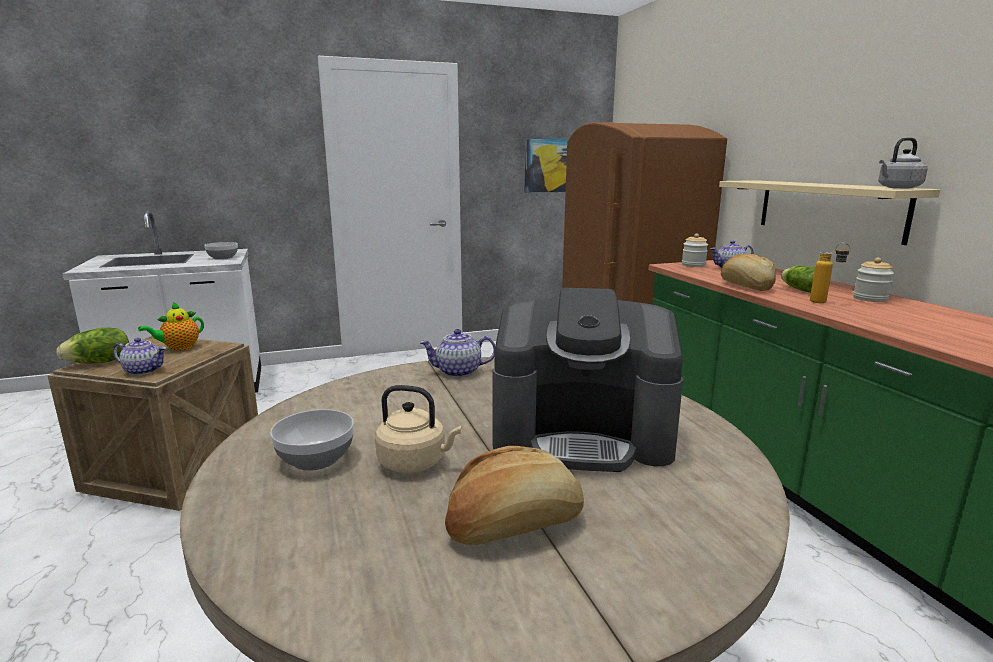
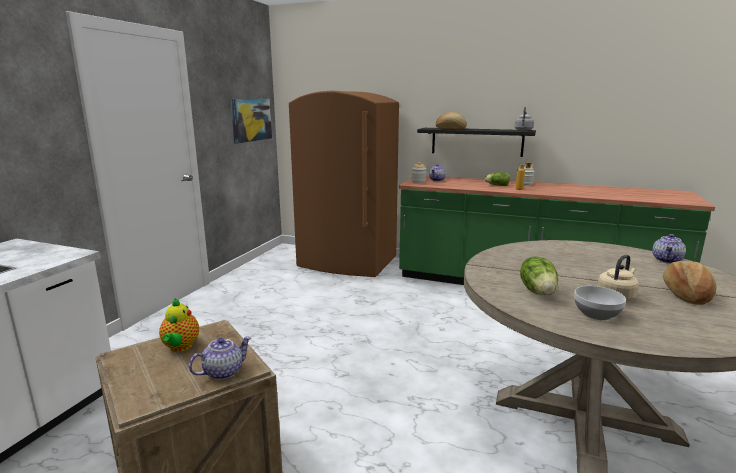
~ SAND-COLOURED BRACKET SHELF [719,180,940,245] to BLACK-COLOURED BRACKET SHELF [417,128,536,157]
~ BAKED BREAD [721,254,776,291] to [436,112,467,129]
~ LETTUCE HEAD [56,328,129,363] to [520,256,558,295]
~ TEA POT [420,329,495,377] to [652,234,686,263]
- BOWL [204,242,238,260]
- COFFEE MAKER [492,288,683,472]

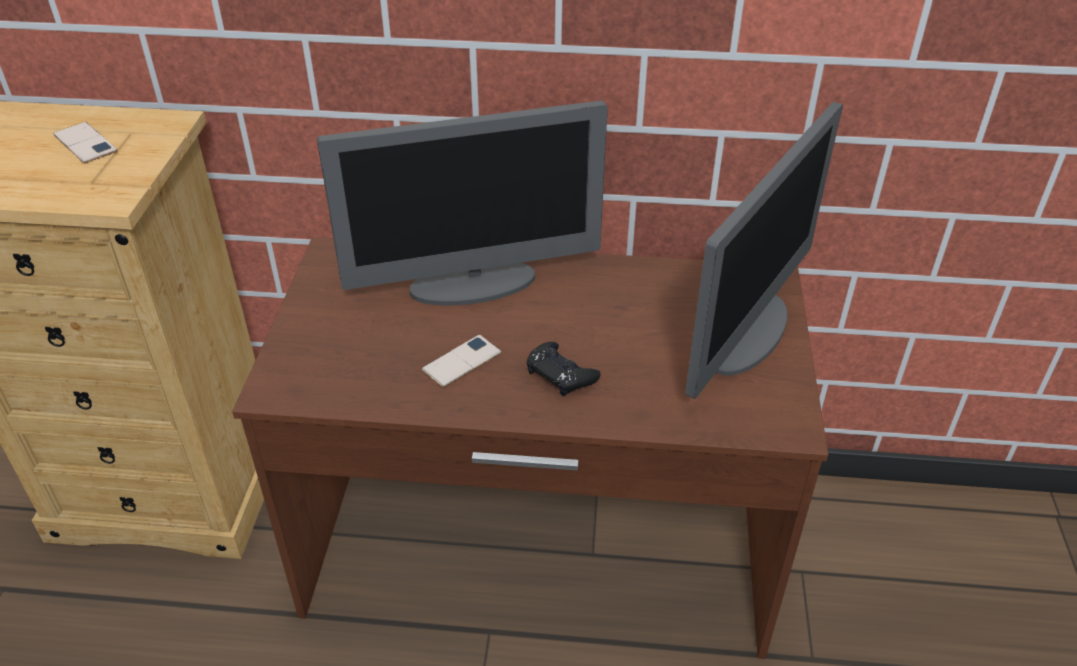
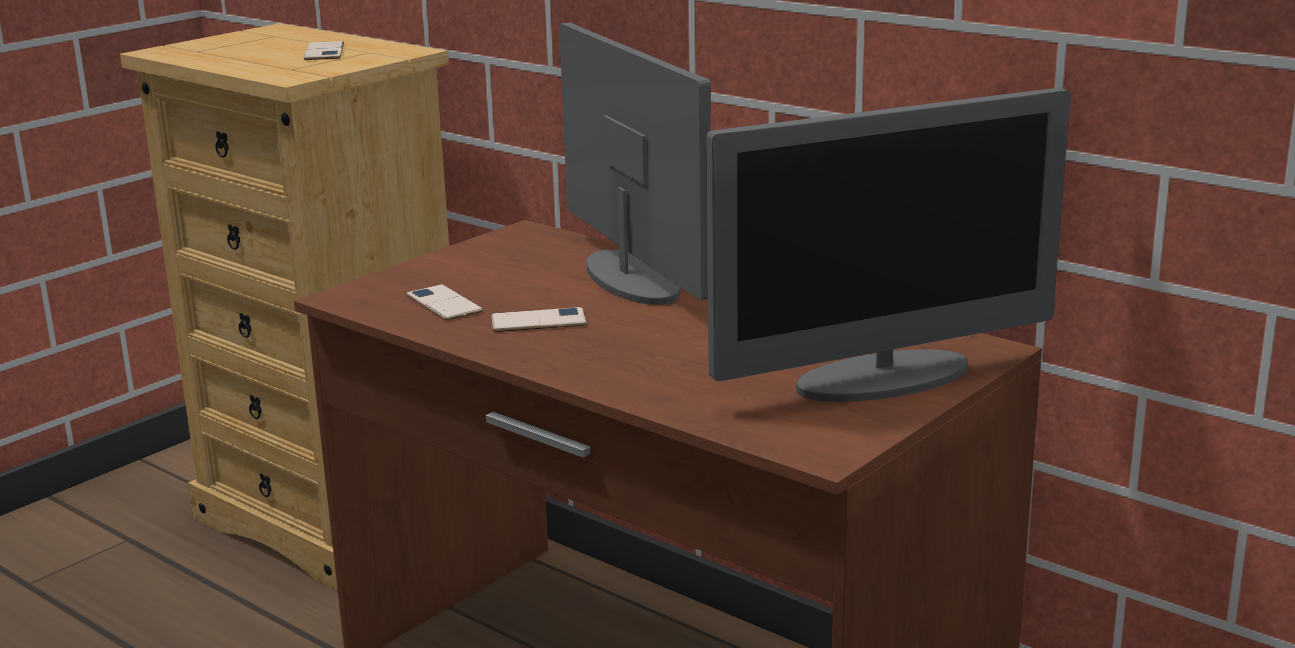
+ HANDSET [406,284,483,320]
~ COMPUTER SCREEN [317,100,608,306] = [559,22,711,305] 135 degrees counterclockwise
- BLACK-COLOURED GAME CONTROLLER [526,342,600,396]

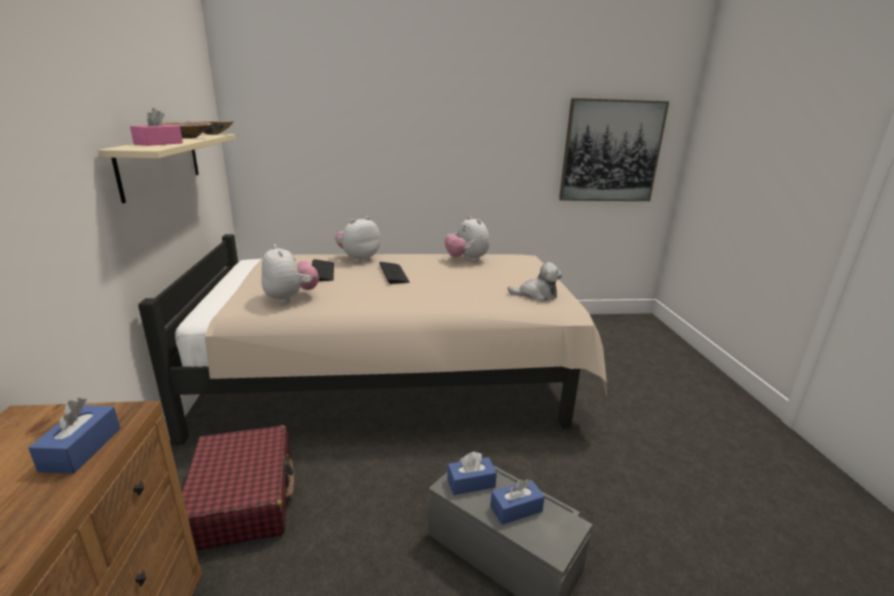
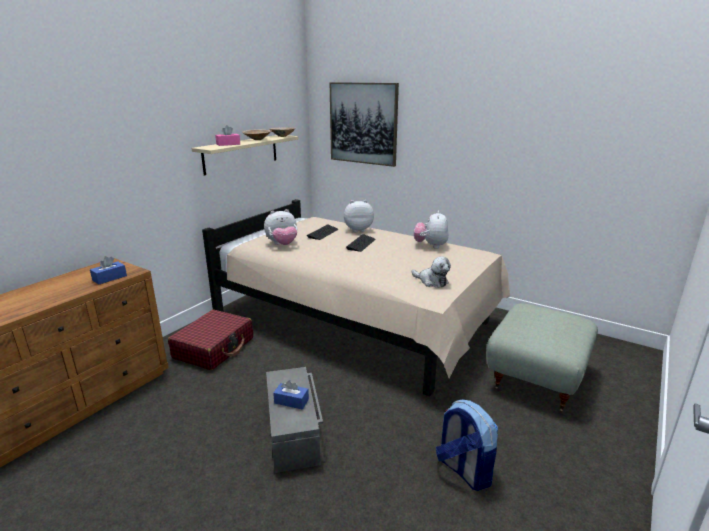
~ PLUSH TOY [261,244,319,304] = [264,209,297,245] 60 degrees clockwise
~ PICTURE [559,98,669,201] to [330,82,399,167]
+ BACKPACK [436,399,498,491]
+ GREY POUFFE [486,303,598,412]
- BLUISH TISSUE HOLDER [447,452,497,495]

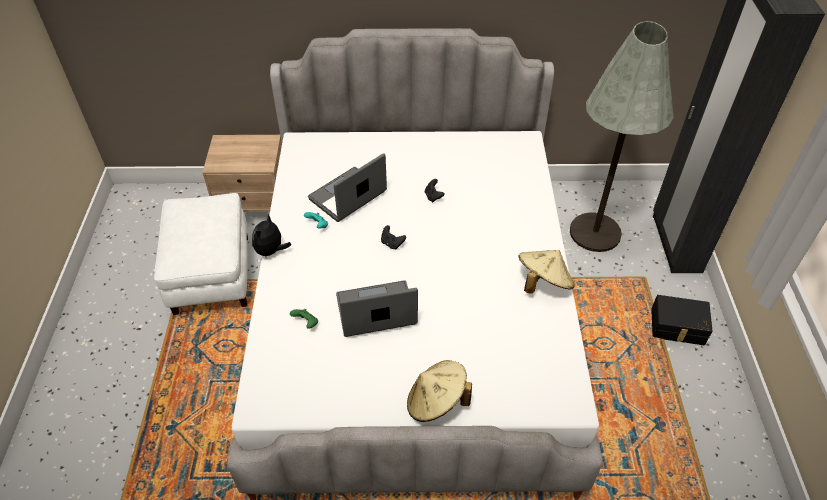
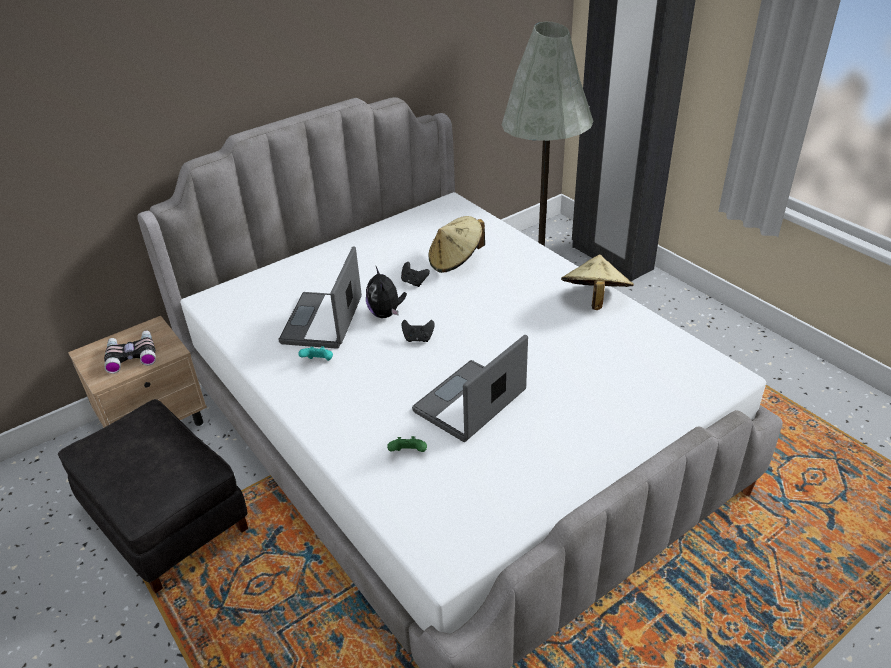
~ WHITE POUFFE [154,193,248,315] to BLACK-COLOURED POUFFE [58,399,248,593]
+ PAIR OF BINOCULARS [104,330,156,374]
~ PLUSH TOY [252,214,291,259] to [366,267,407,318]
~ SAND-COLOURED CLOTHING HAT [407,360,472,422] to [429,216,485,273]
- BLACK-COLOURED STORAGE CONTAINER [651,295,712,345]

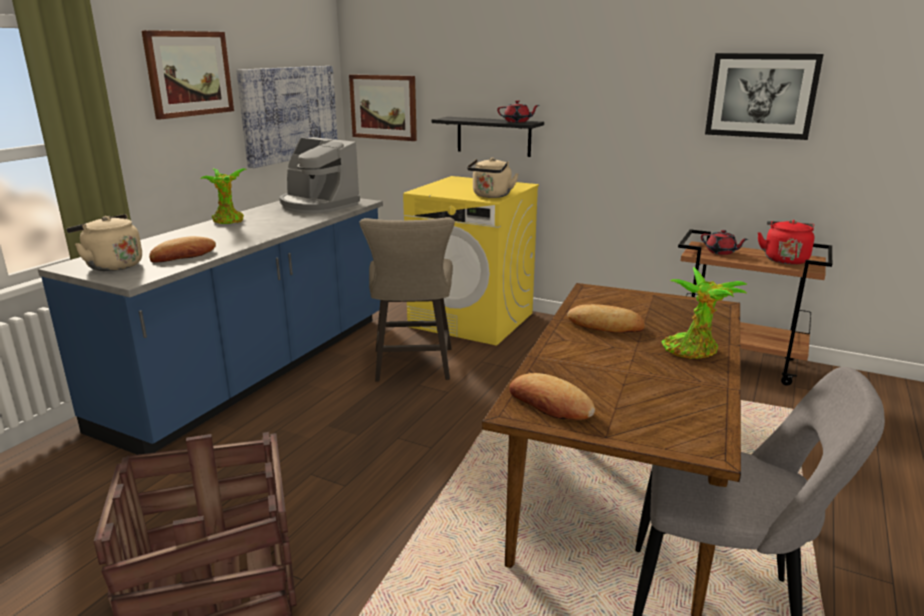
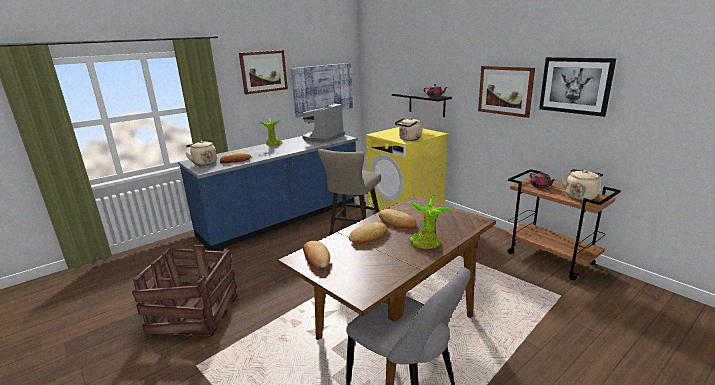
~ COFFEE MAKER [279,137,360,214] = [302,103,345,144] 60 degrees clockwise
+ BAKED BREAD [349,222,388,243]
~ PICTURE [349,74,417,141] to [478,66,535,118]
~ REDDISH KETTLE [757,220,815,265] to SAND-COLOURED KETTLE [561,169,603,200]

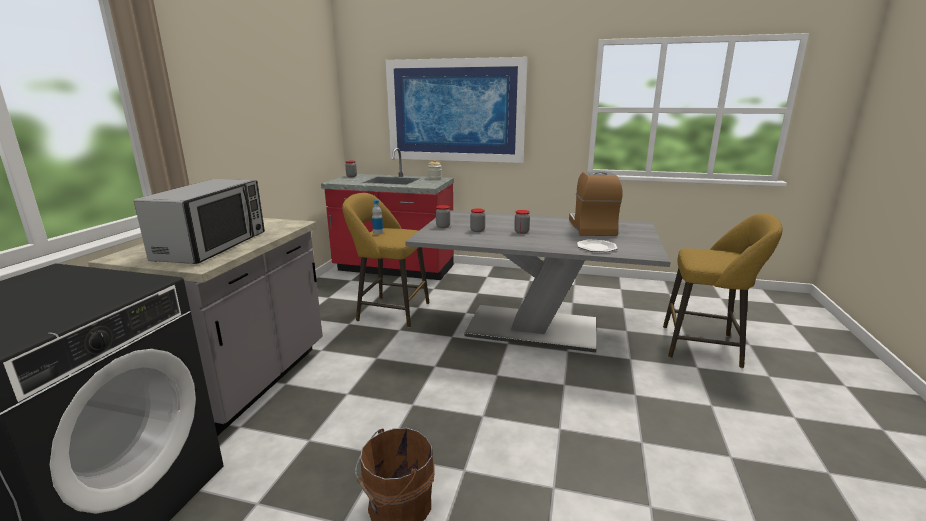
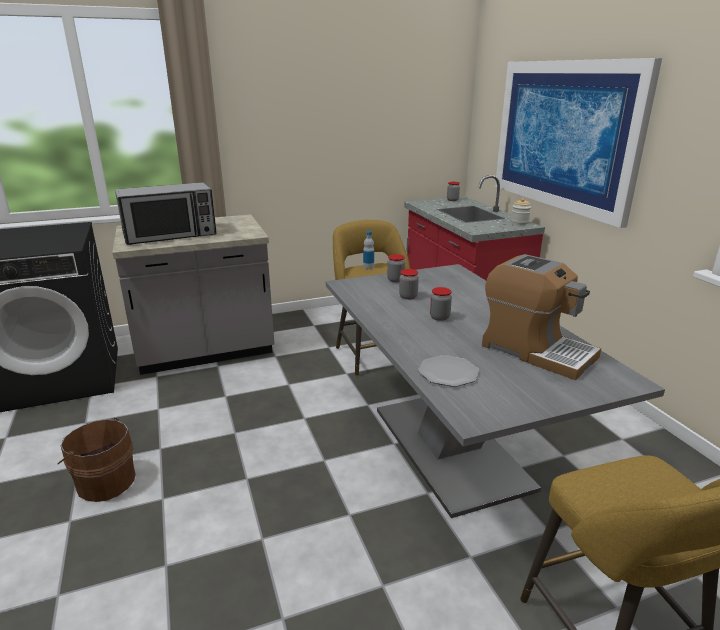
~ COFFEE MAKER [569,171,623,236] = [482,254,601,380] 75 degrees clockwise

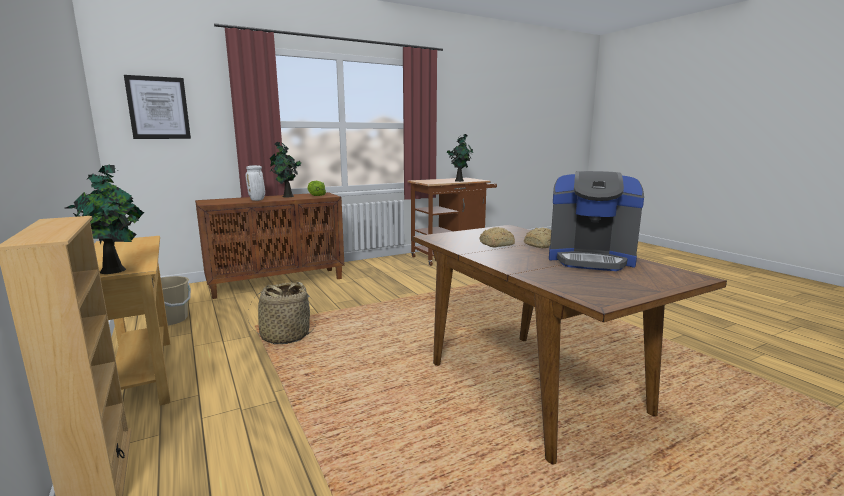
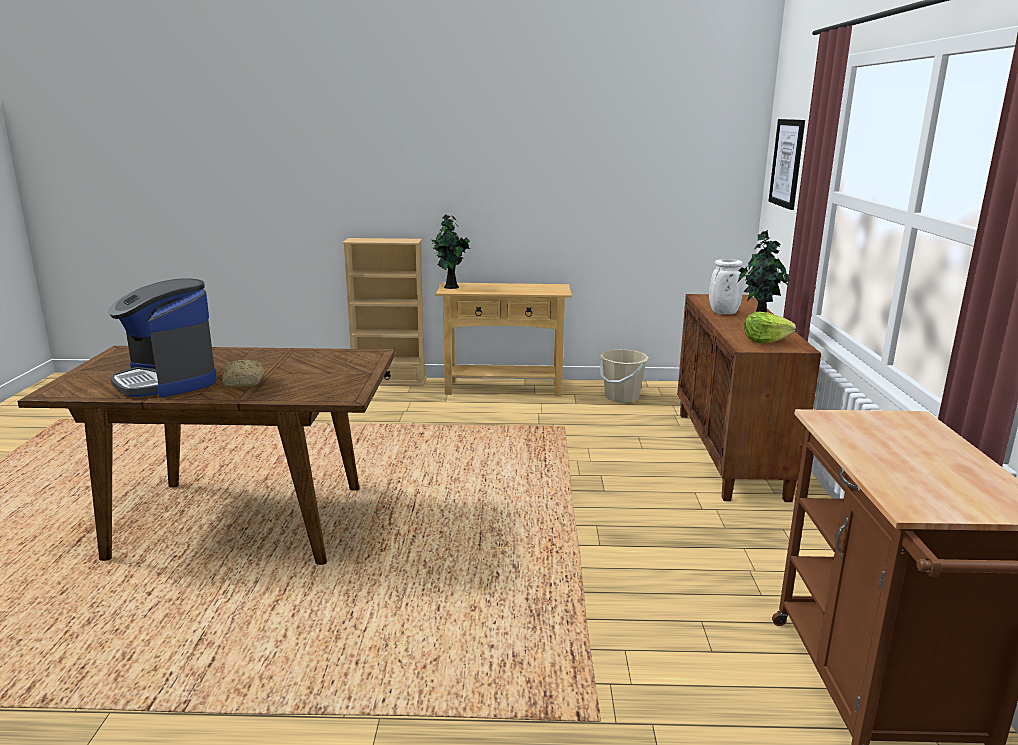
~ COFFEE MAKER [549,171,644,271] = [108,278,217,397] 90 degrees counterclockwise
- STORAGE BASKET [248,282,316,344]
- POTTED PLANT [446,134,473,182]
- BAKED BREAD [479,227,515,247]

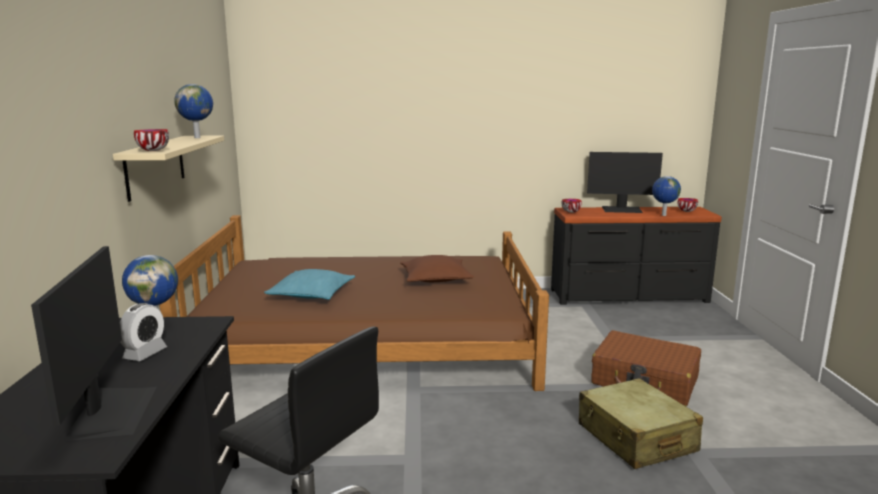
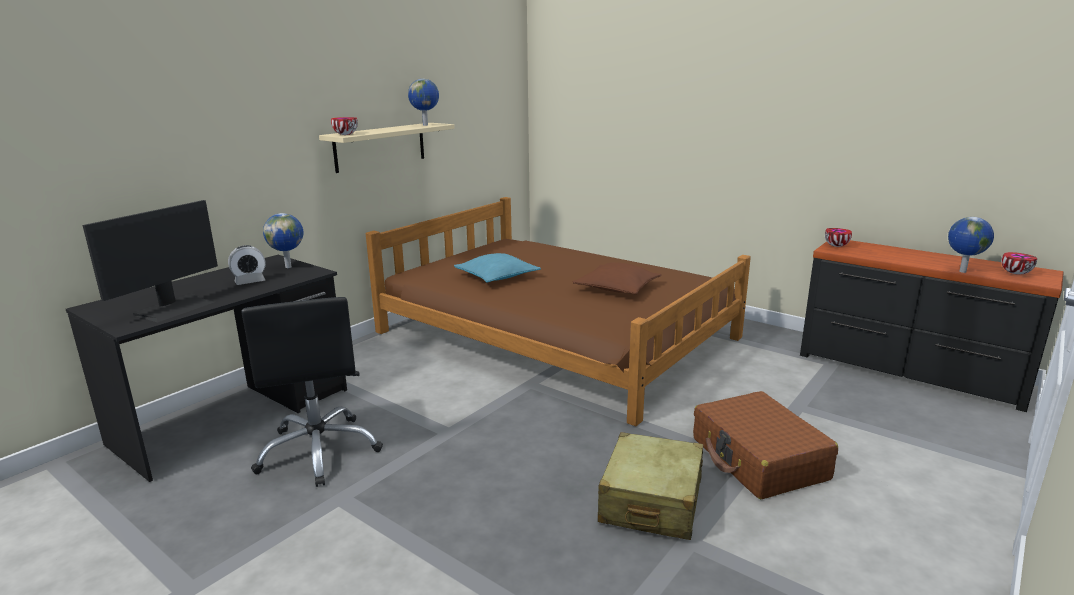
- COMPUTER SCREEN [587,152,663,213]

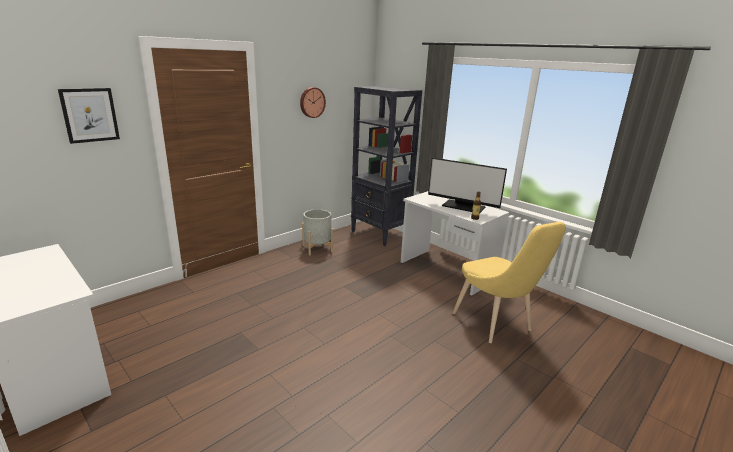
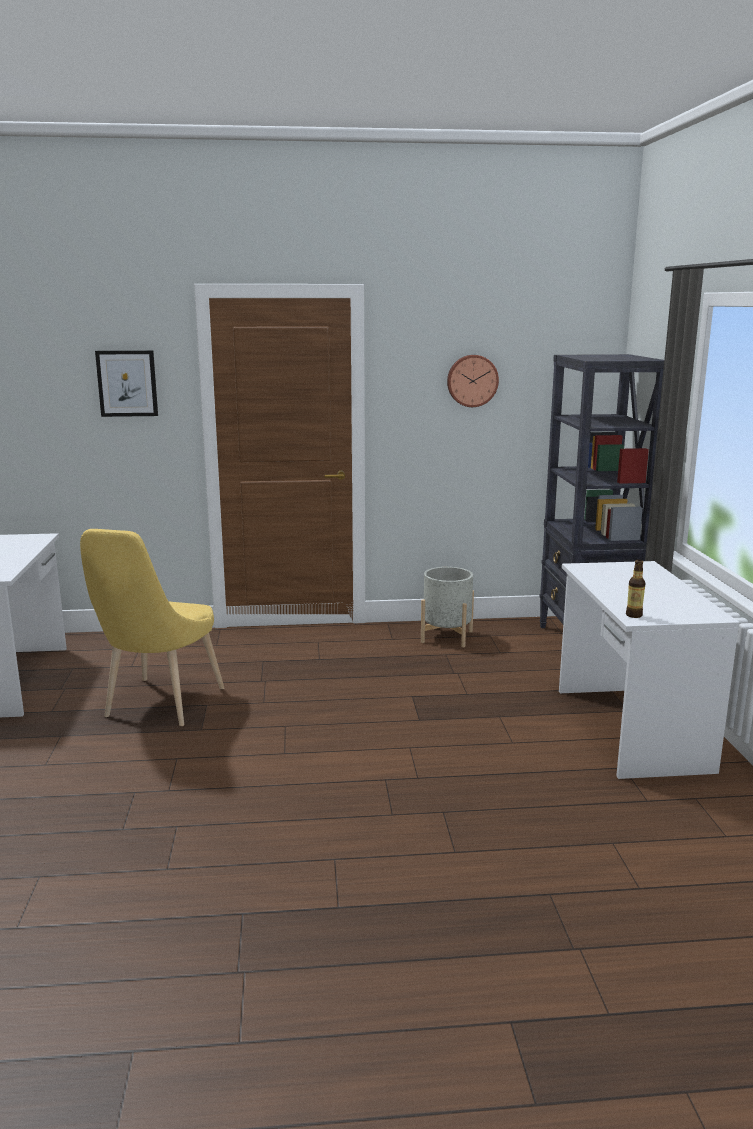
~ YELLOWISH CHAIR [453,222,566,343] to [80,529,224,726]
- COMPUTER SCREEN [428,157,507,214]

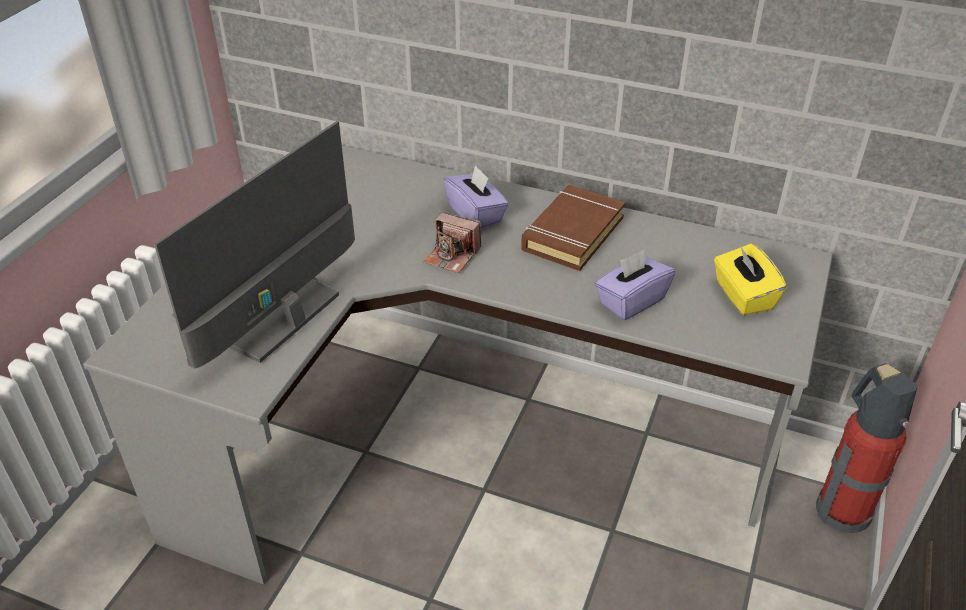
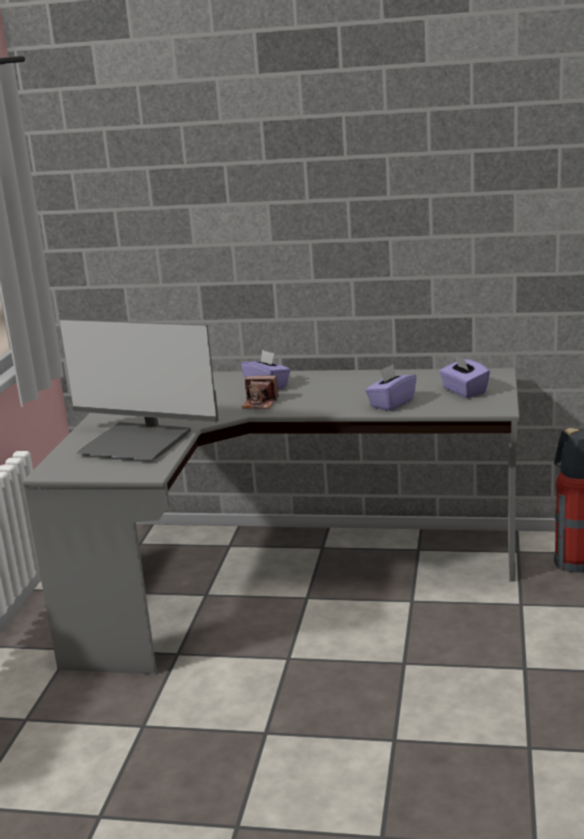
~ COMPUTER SCREEN [154,121,355,369] = [59,319,219,460] 90 degrees counterclockwise
~ YELLOWISH TISSUE HOLDER [714,244,787,315] to PURPLE-COLOURED TISSUE HOLDER [439,355,490,398]
- BROWNISH BOUND BOOK [521,185,625,271]

